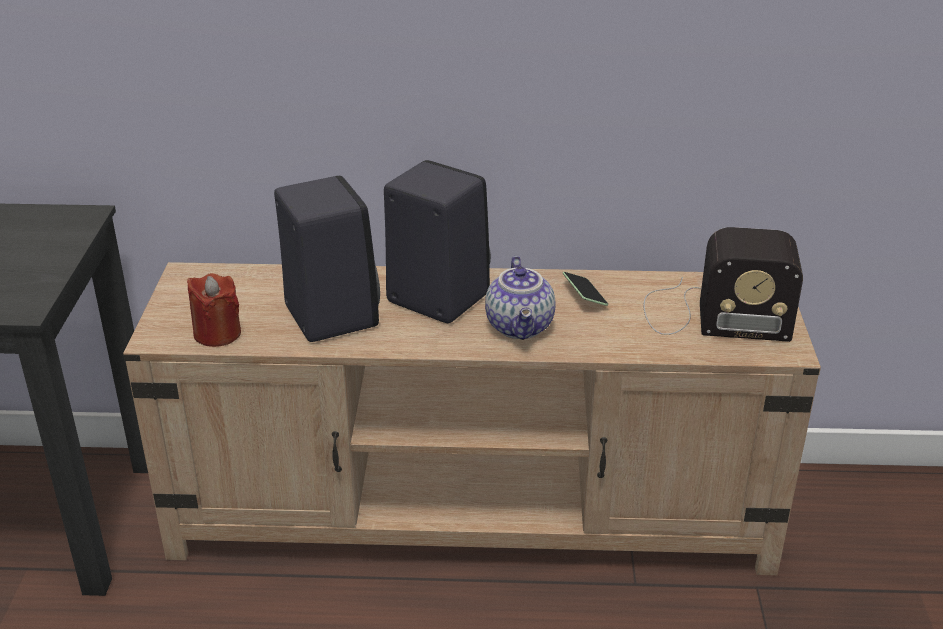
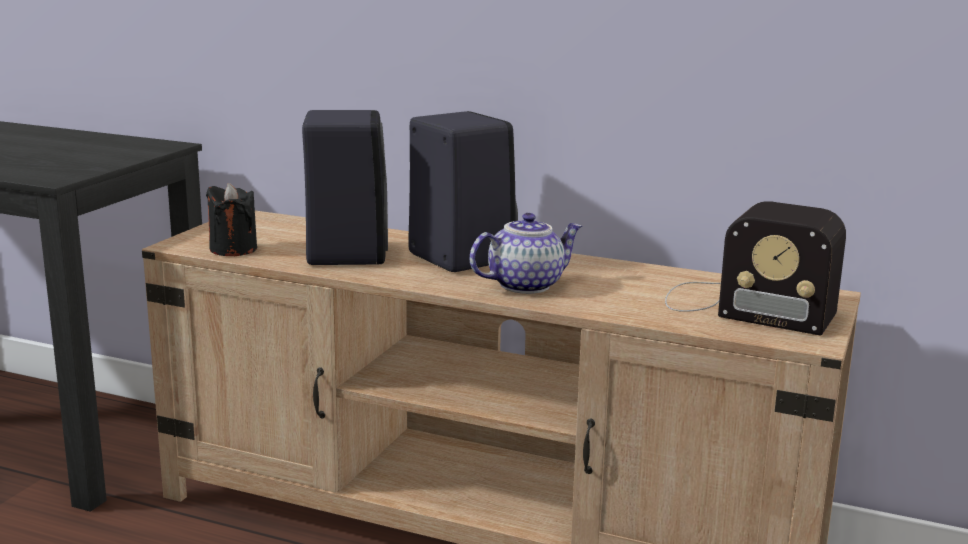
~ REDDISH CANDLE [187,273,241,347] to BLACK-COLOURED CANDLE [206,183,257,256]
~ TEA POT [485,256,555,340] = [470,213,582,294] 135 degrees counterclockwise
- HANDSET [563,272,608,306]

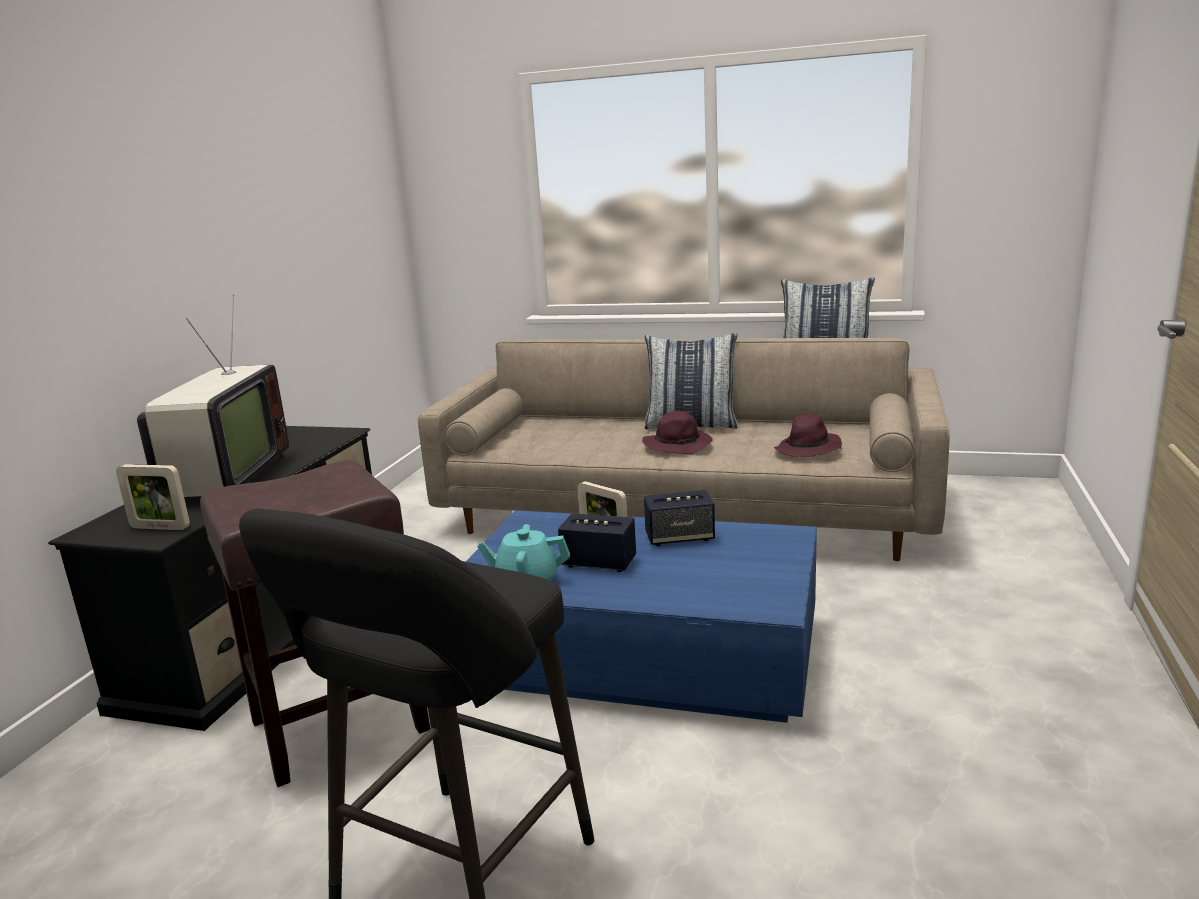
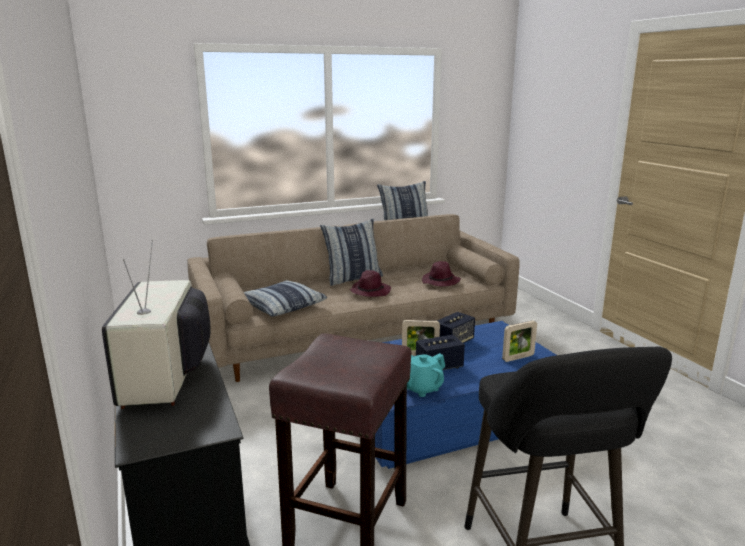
~ TELEVISION [137,295,289,497] = [102,240,211,409] 150 degrees counterclockwise
+ CUSHION [244,280,327,317]
~ STANDING FRAME [116,464,190,530] to [502,320,537,362]

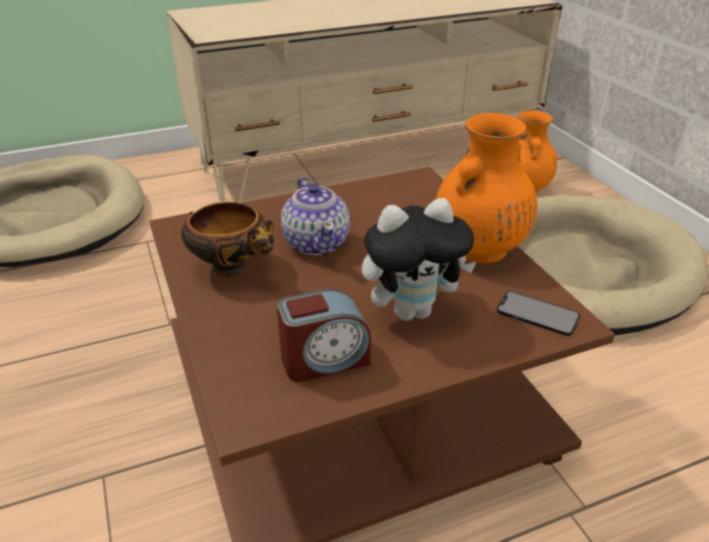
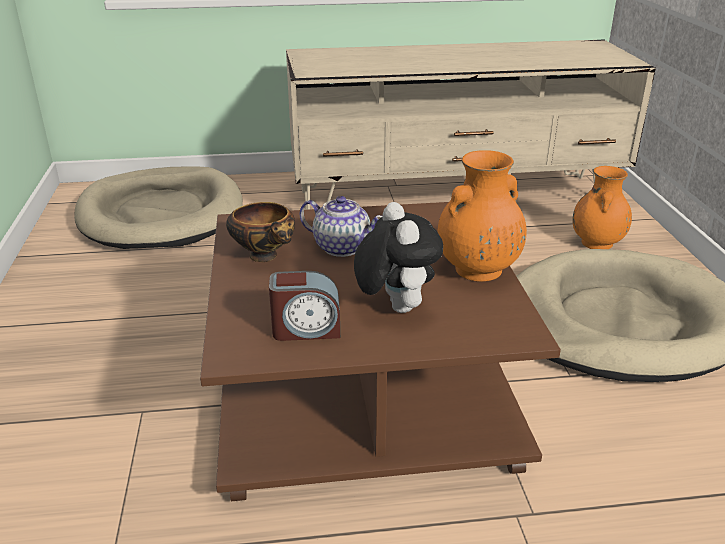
~ TEA POT [281,177,350,255] = [300,196,382,257] 60 degrees counterclockwise
~ PLUSH TOY [362,198,477,321] = [354,202,443,313] 105 degrees counterclockwise
- HANDSET [497,291,580,336]

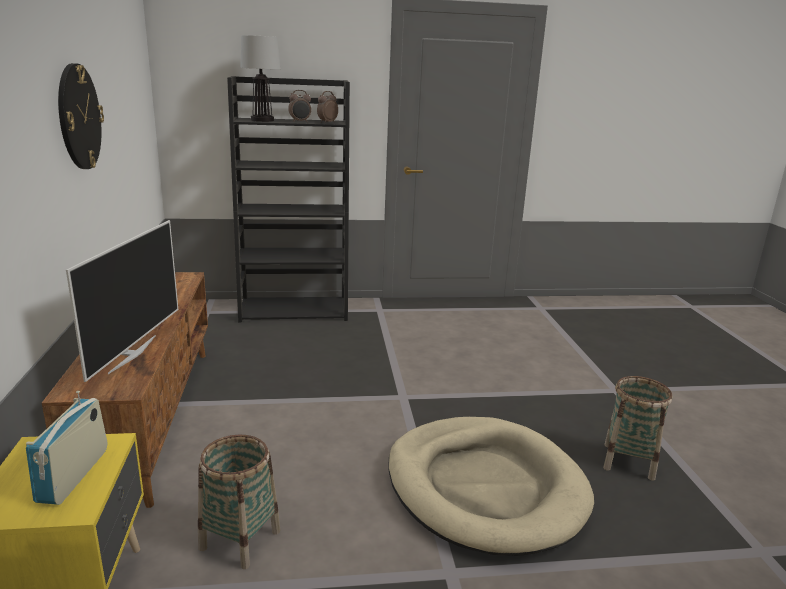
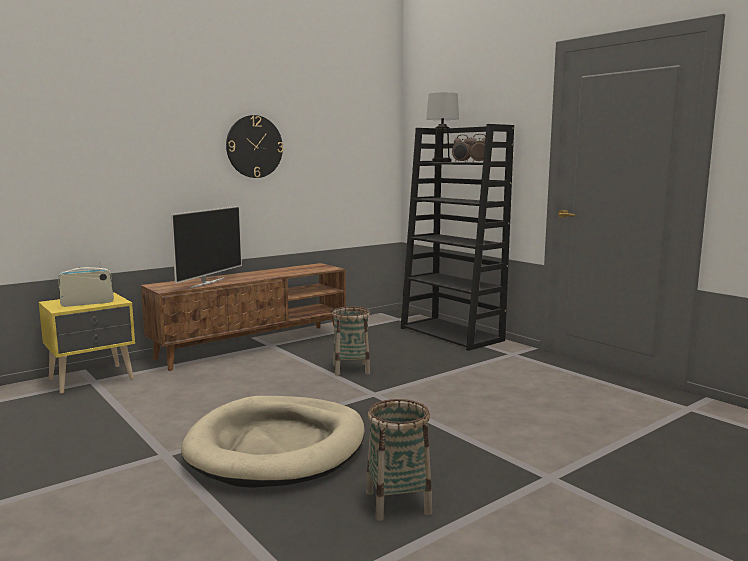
~ TELEVISION [66,220,178,382] = [171,206,242,288] 45 degrees counterclockwise
~ STORAGE BASKET [198,435,280,569] to [332,306,370,376]

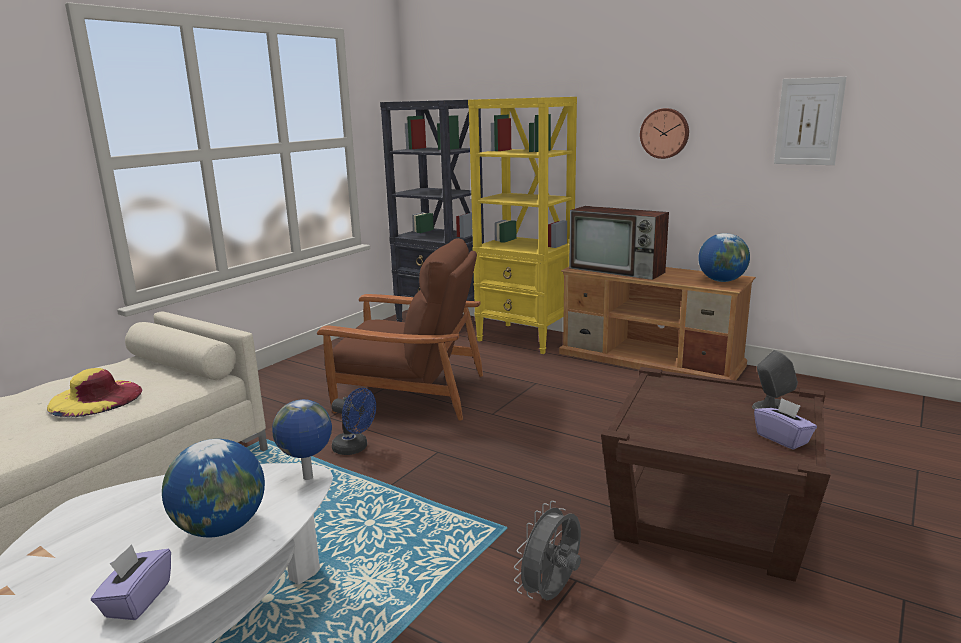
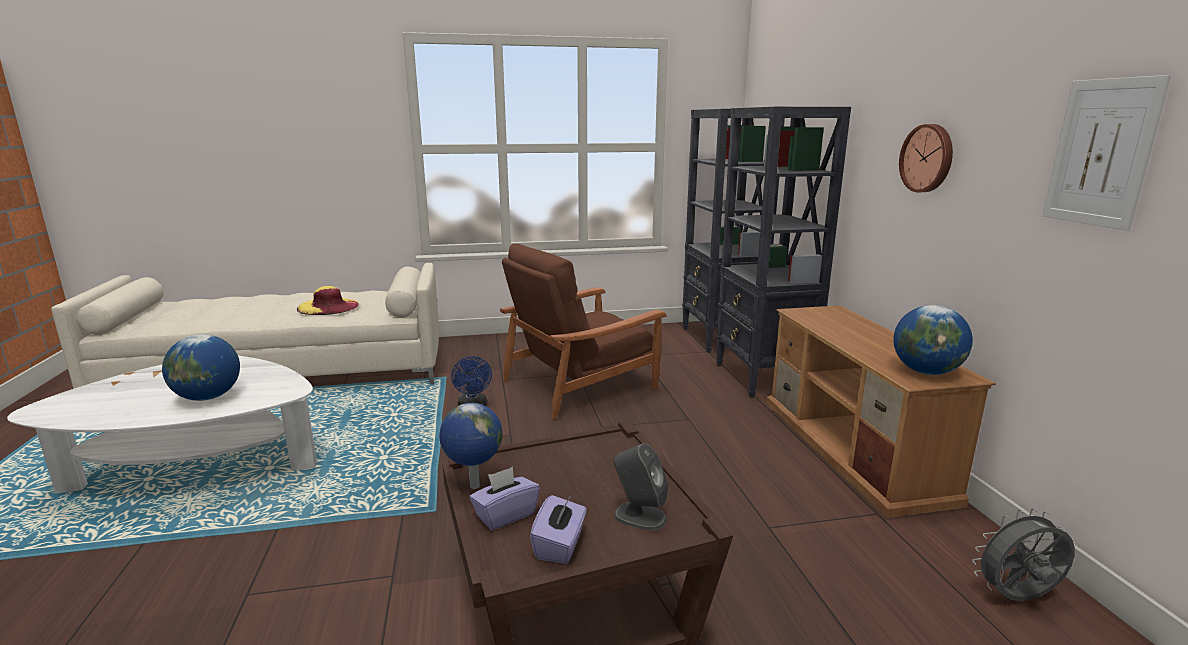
~ GLOBE [272,399,332,480] to [439,403,502,489]
~ PURPLE-COLOURED TISSUE HOLDER [91,544,171,620] to [469,467,540,530]
~ BROWNISH LOUNGE CHAIR [317,238,483,421] = [500,244,667,419] 90 degrees clockwise
~ YELLOWISH BOOKCASE [468,97,577,354] to BLACK-COLOURED BOOKCASE [716,107,851,398]
~ GREY FAN [514,501,581,600] to [972,508,1075,601]
- TELEVISION [569,206,669,280]

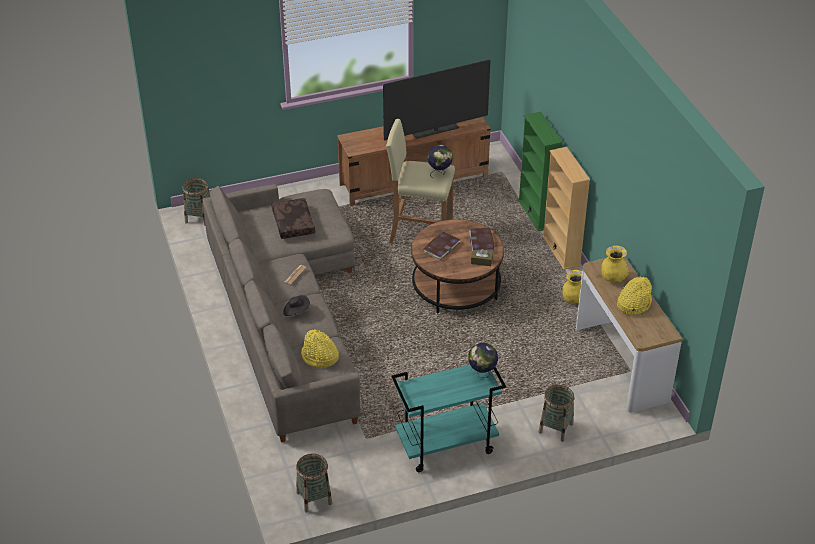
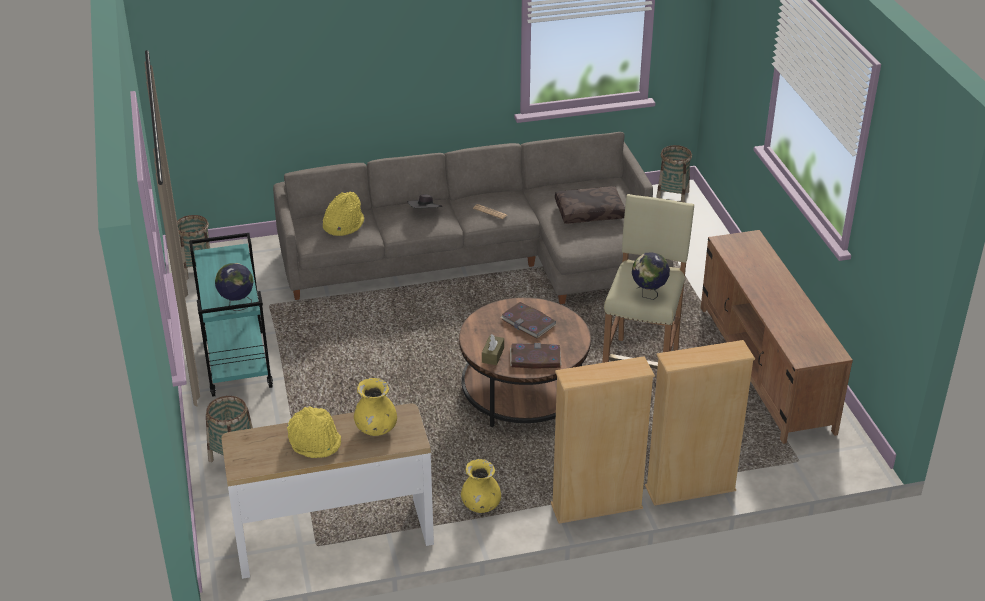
~ GREENISH BOOKCASE [518,112,563,231] to SAND-COLOURED BOOKCASE [645,340,755,506]
- TELEVISION [383,59,491,140]

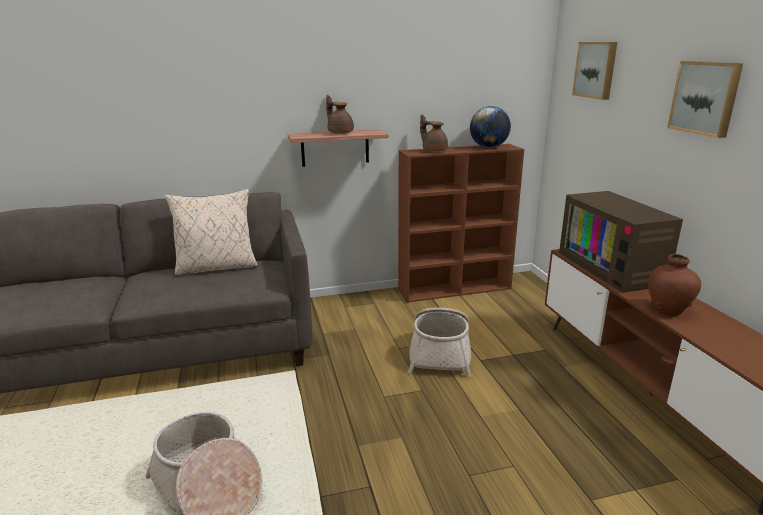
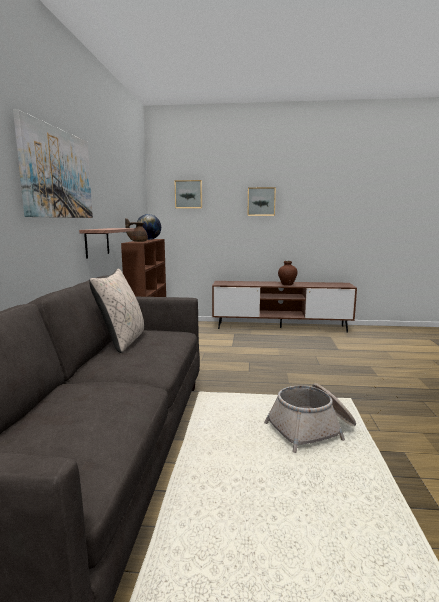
+ PICTURE [13,110,93,218]
- BROWNISH TEA POT [326,95,354,134]
- STORAGE BASKET [408,308,471,377]
- TELEVISION [559,191,683,293]

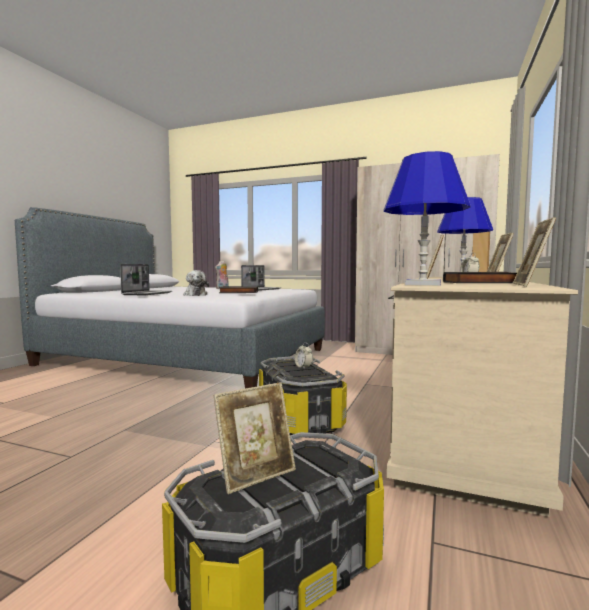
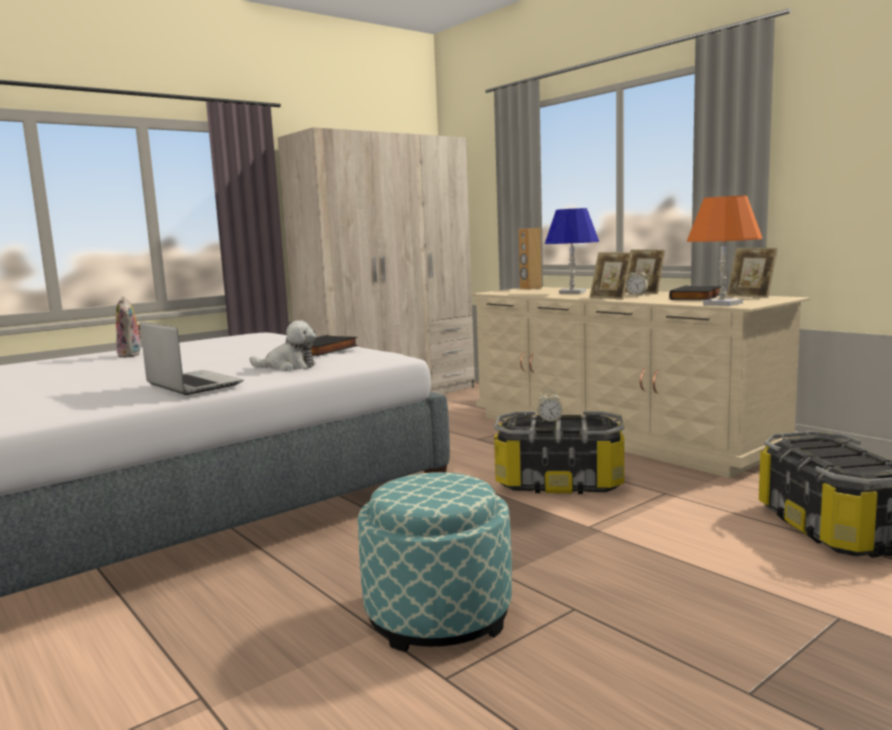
+ POUFFE [358,472,512,652]
~ BLUISH TABLE LAMP [383,151,471,286] to ORANGE TABLE LAMP [687,196,762,306]
- STANDING FRAME [214,382,296,494]
- NOTEBOOK COMPUTER [241,265,281,291]

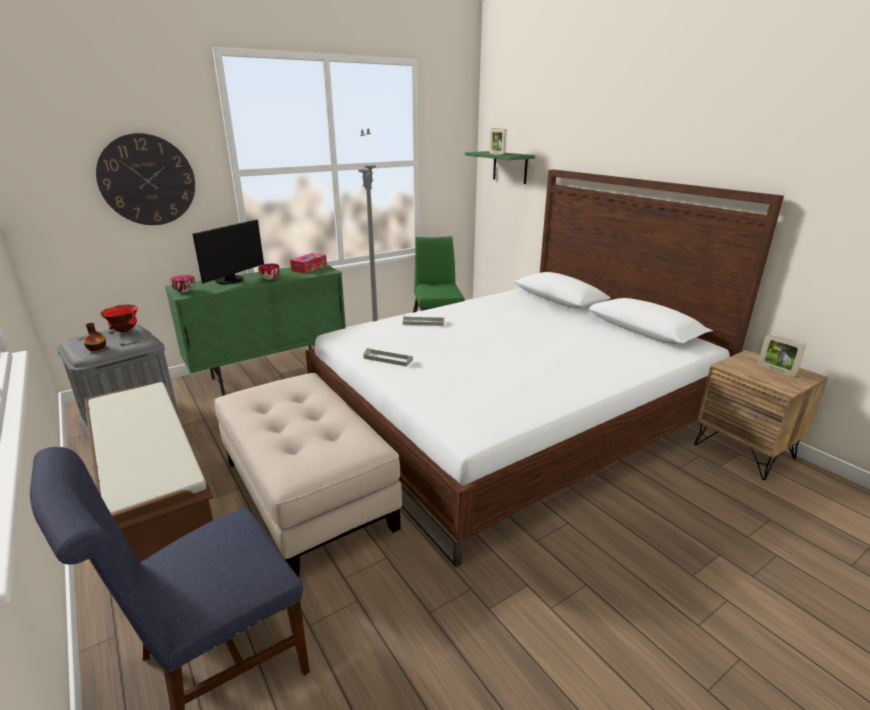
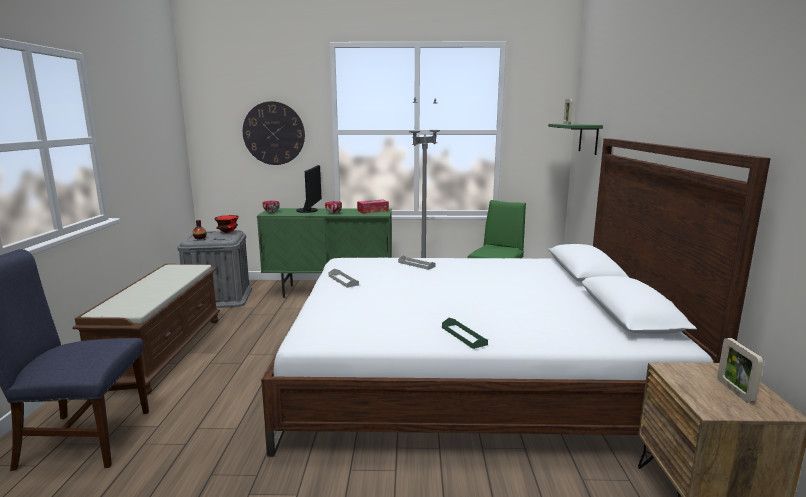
~ COMPUTER SCREEN [193,220,264,284] = [296,165,321,213] 60 degrees counterclockwise
+ GREENISH TRAY [442,318,488,349]
- SAND-COLOURED POUFFE [214,373,402,577]

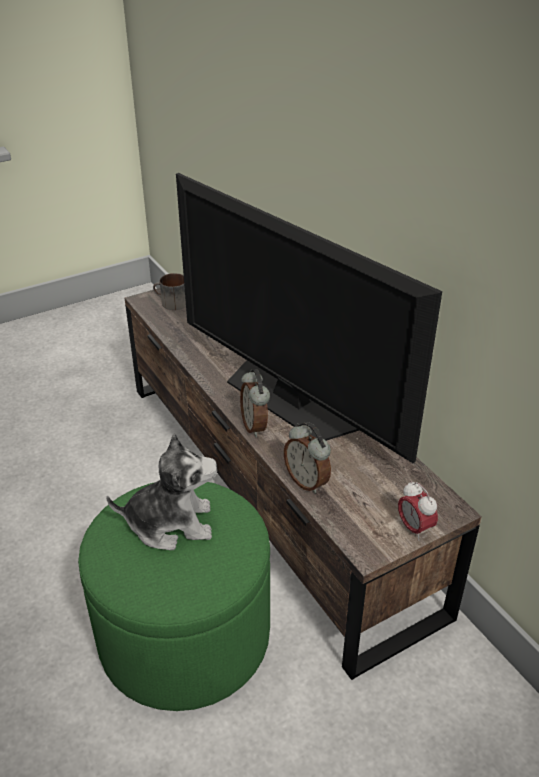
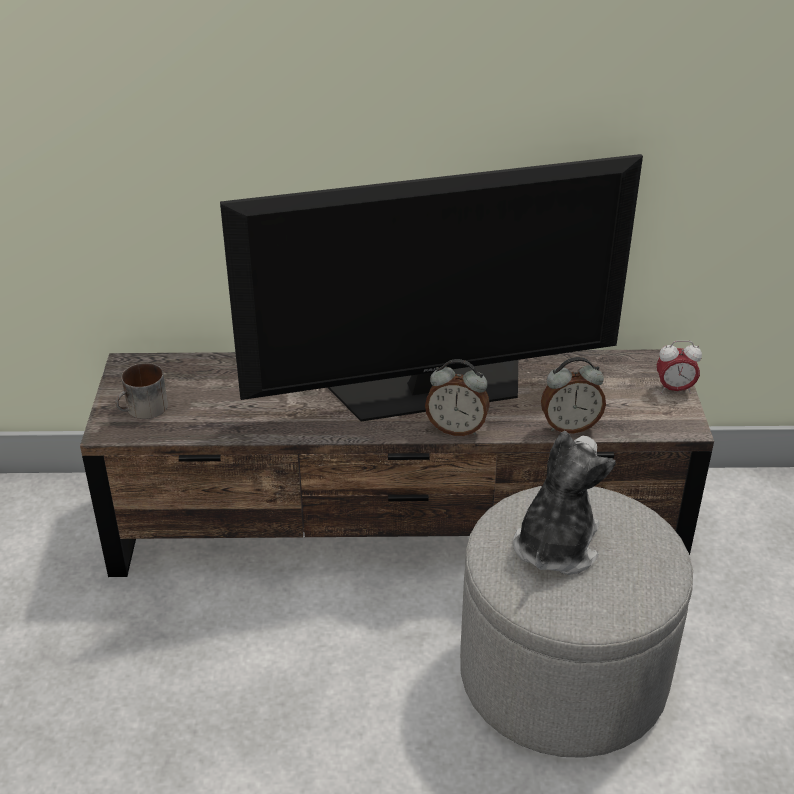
~ GREENISH POUFFE [78,482,270,711] to GREY POUFFE [460,486,693,758]

